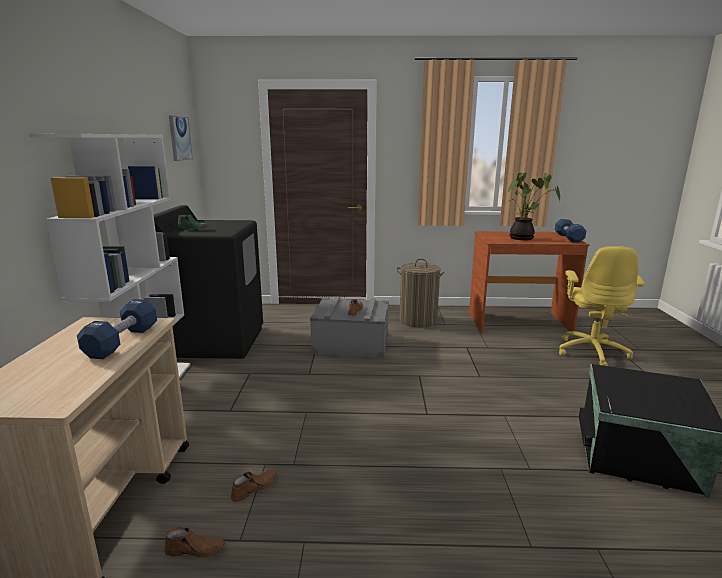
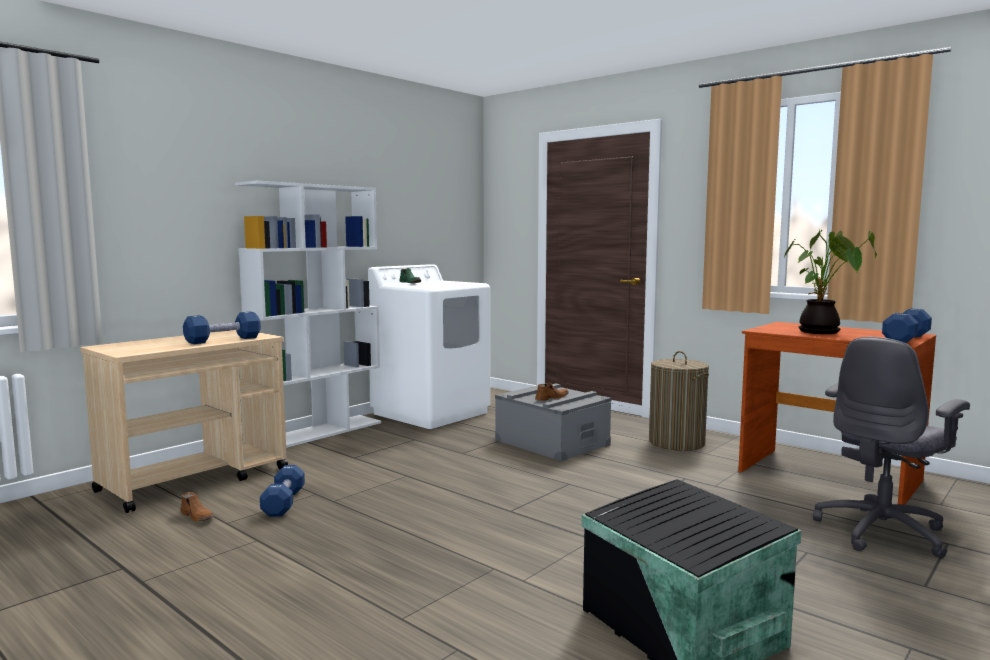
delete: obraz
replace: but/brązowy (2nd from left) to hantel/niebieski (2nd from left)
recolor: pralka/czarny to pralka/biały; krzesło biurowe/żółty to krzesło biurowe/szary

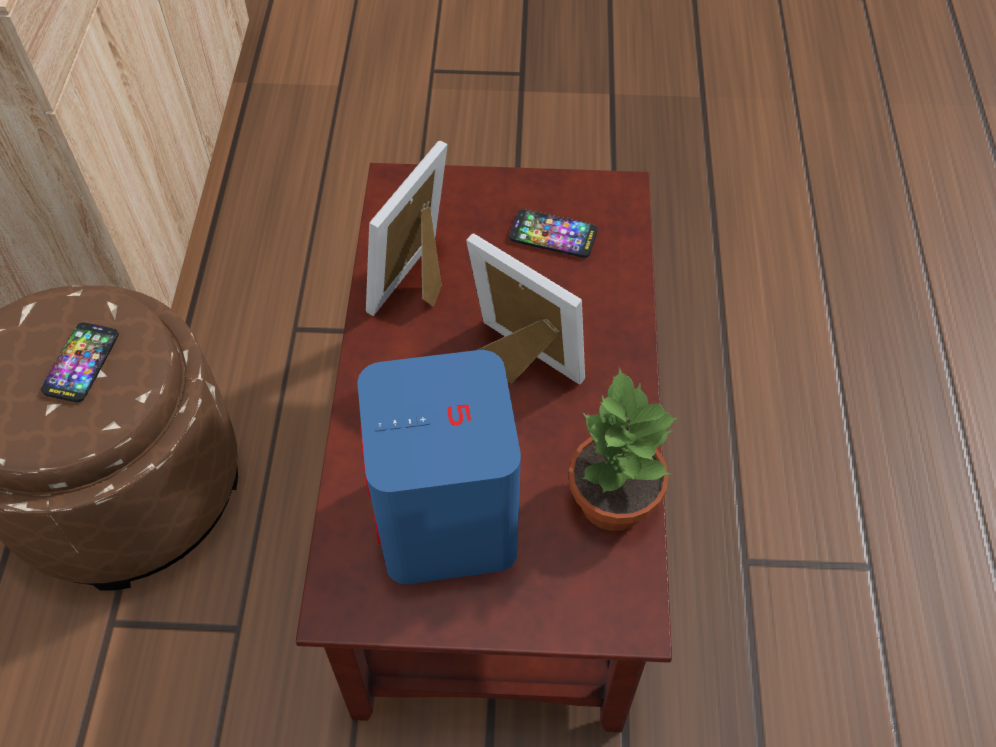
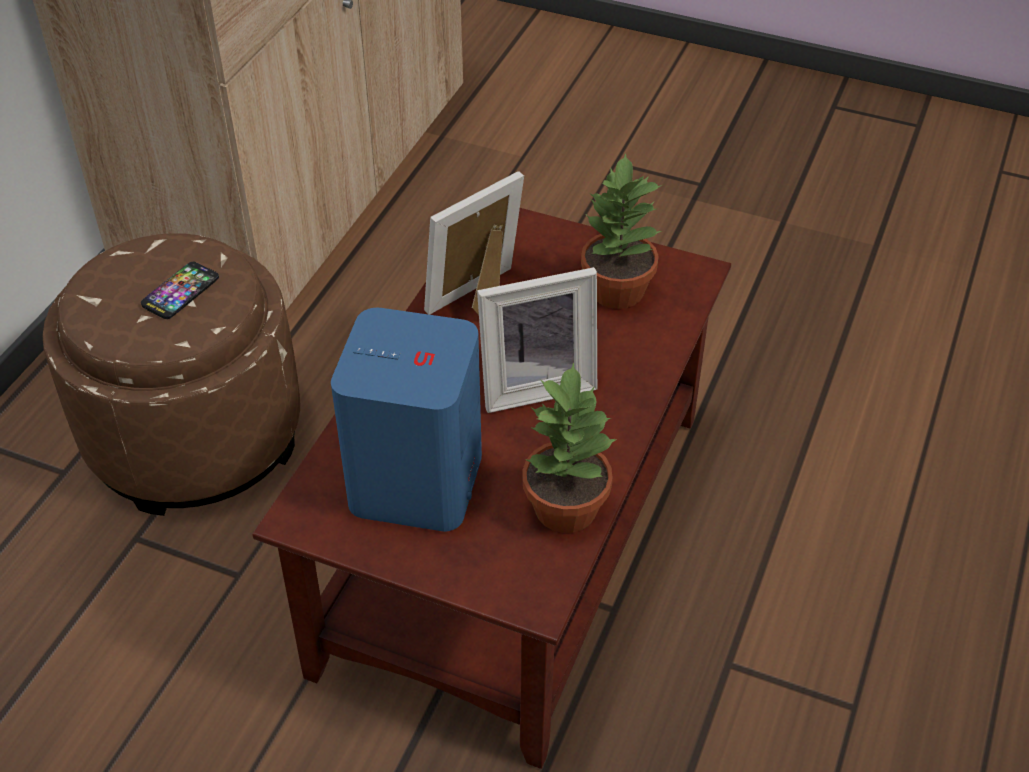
replace: telefon (2nd from left) to roślina doniczkowa (2nd from left)
rotate: ramka na zdjęcie (2nd from left) 105 degrees clockwise

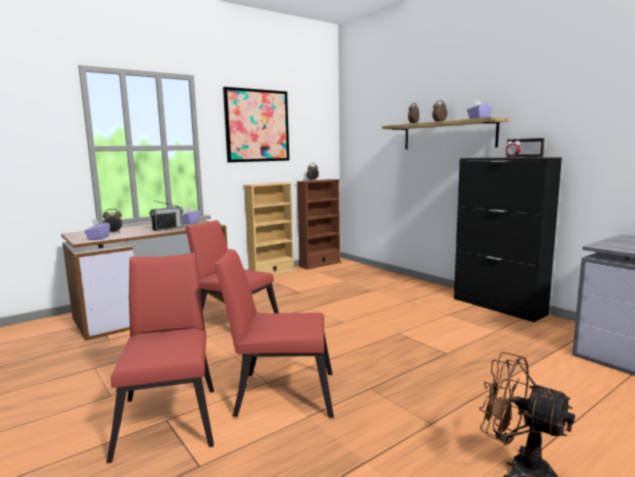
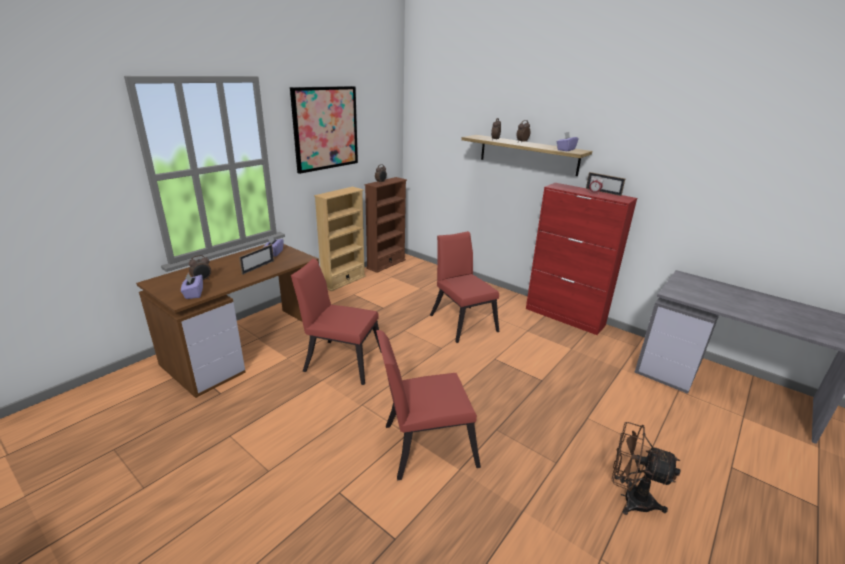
move: krzesło/czerwony (1st from left in the first image) to krzesło/czerwony (3rd from left)
replace: radio to ramka na zdjęcie (1st from left)
recolor: szafka/czarny to szafka/czerwony

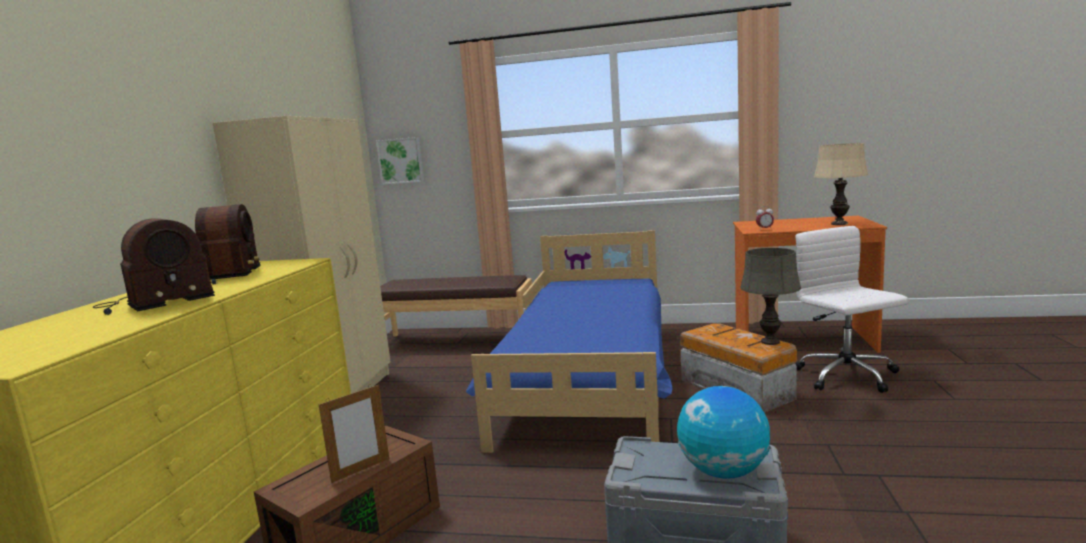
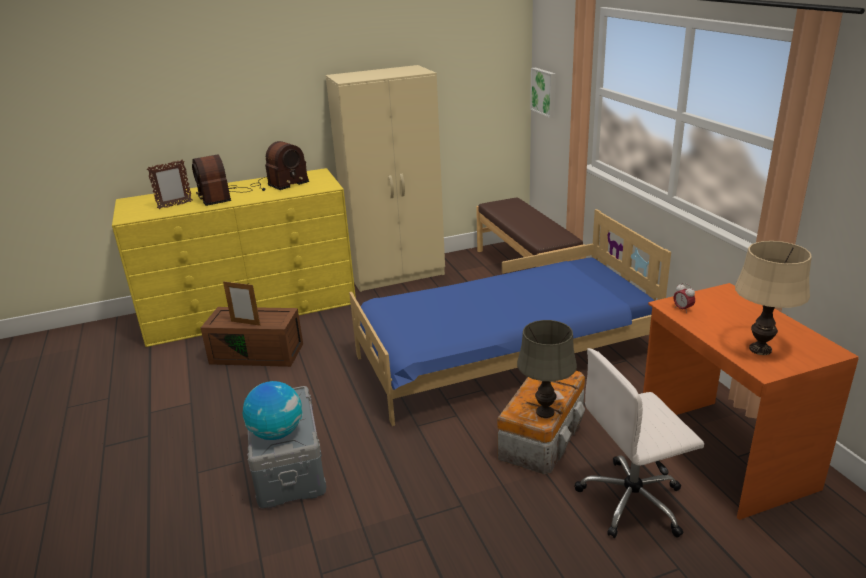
insert: ramka na zdjęcie (1st from left)
rotate: radio (1st from left) 45 degrees clockwise; krzesło biurowe/biały 150 degrees counterclockwise

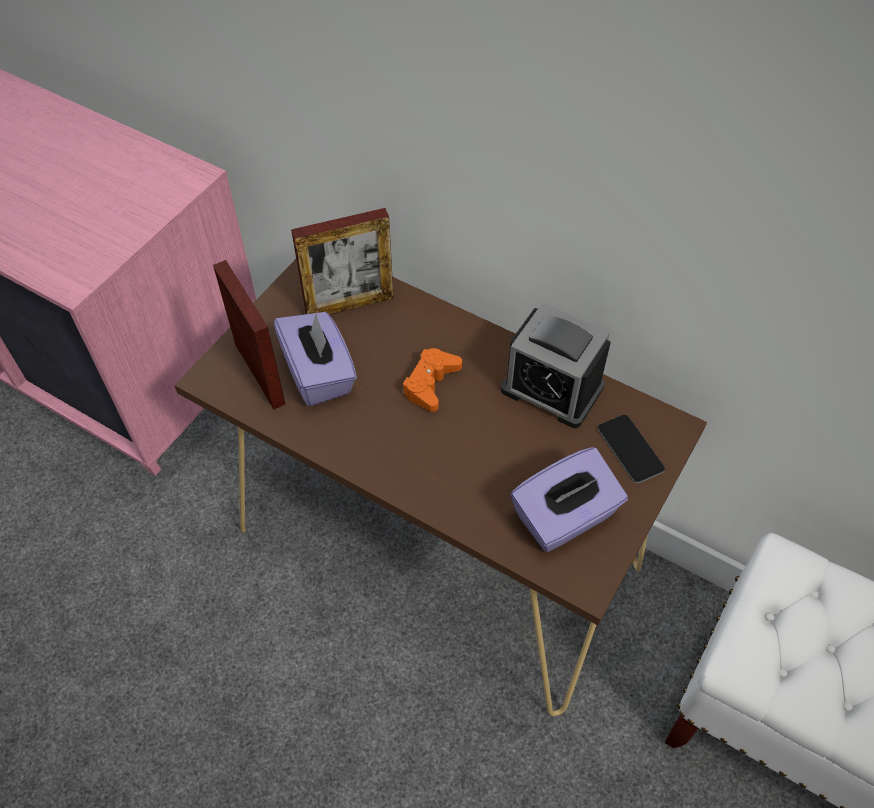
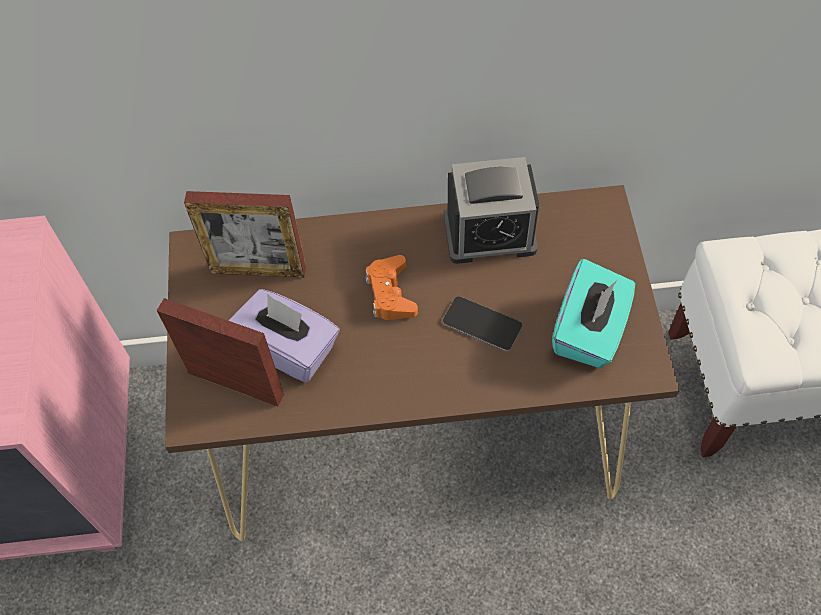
move: telefon
recolor: pudełko chusteczek/fioletowy (2nd from left) to pudełko chusteczek/turkusowy
rotate: ramka na zdjęcie (2nd from left) 60 degrees clockwise

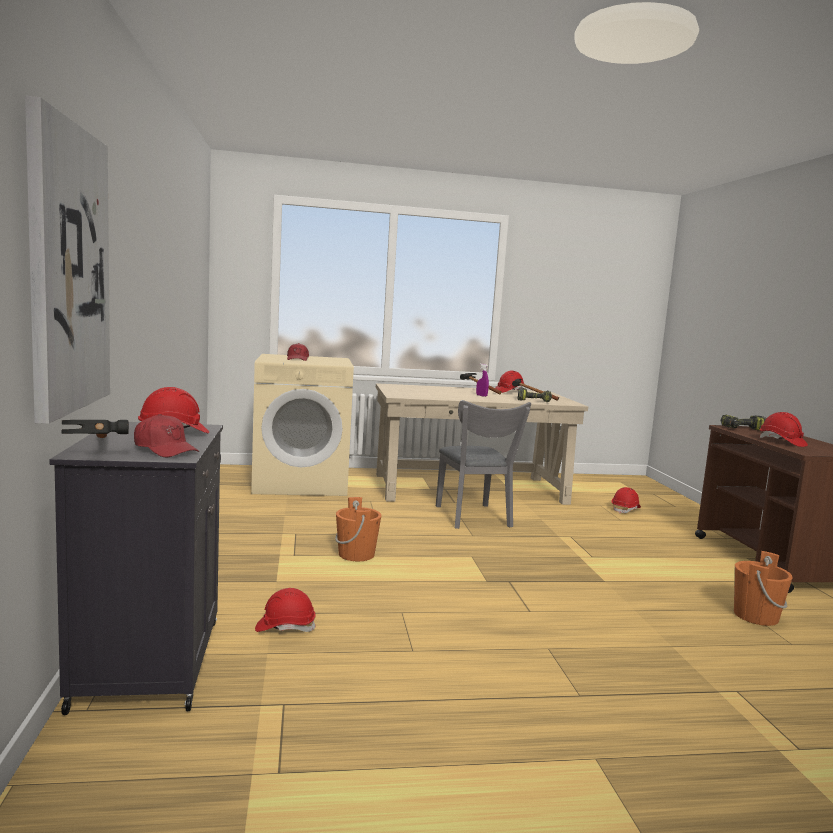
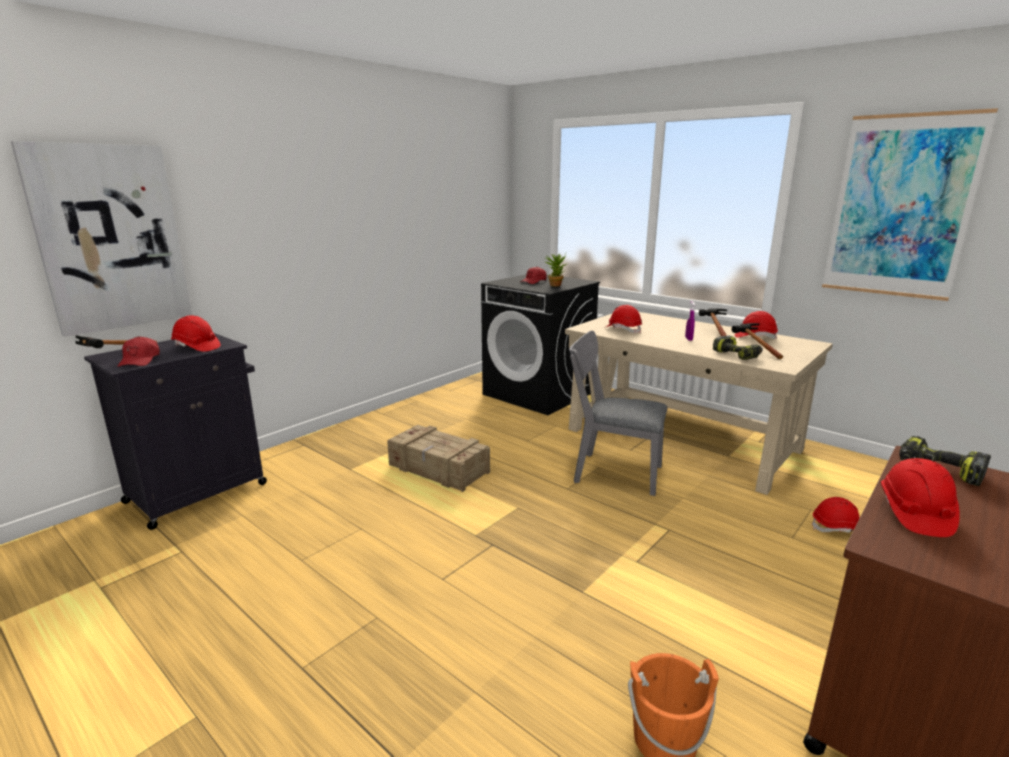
insert: roślina doniczkowa; obraz (2nd from left)
move: kask/czerwony (2nd from left)
replace: wiadro/pomarańczowy (1st from left) to skrzynka
recolor: pralka/beżowy to pralka/czarny
rotate: krzesło/szary 75 degrees clockwise

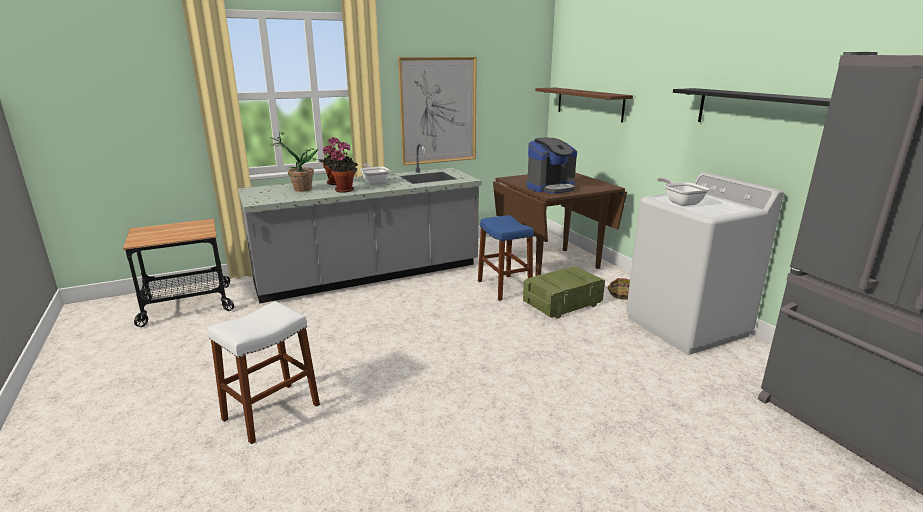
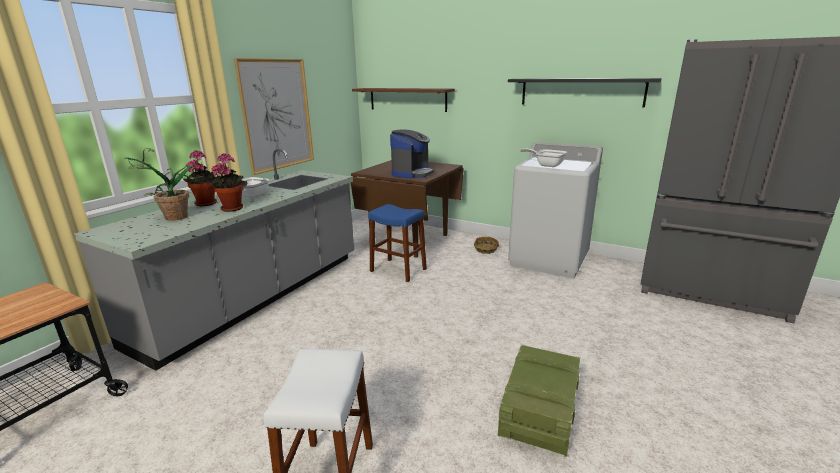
move: skrzynka

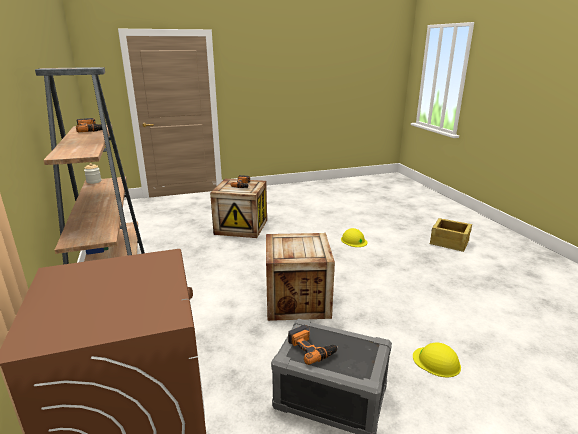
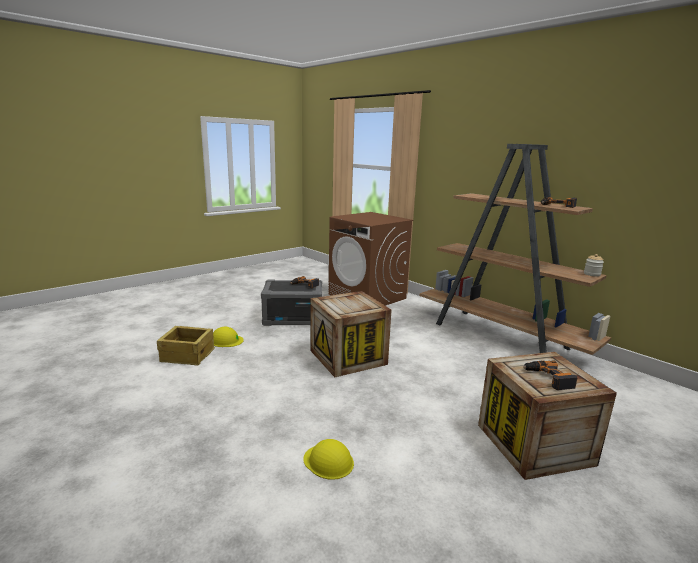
move: skrzynka (3rd from left in the first image) to skrzynka (1st from left)

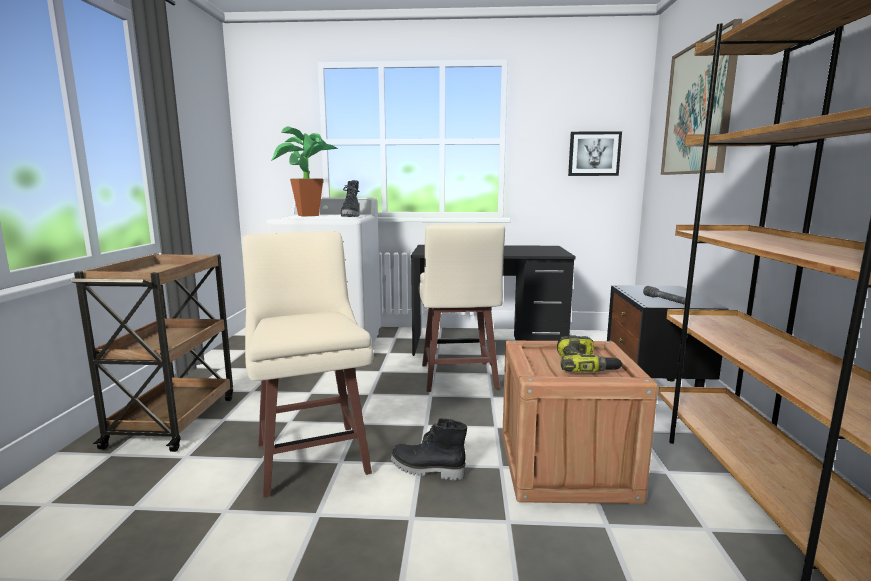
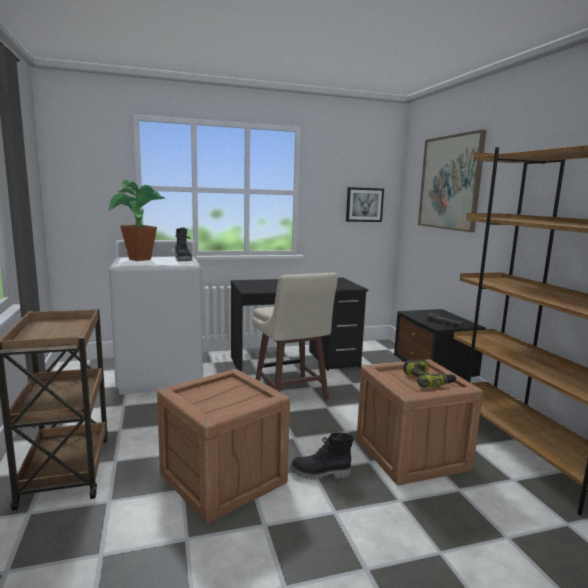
replace: stołek/beżowy (1st from left) to skrzynka (1st from left)

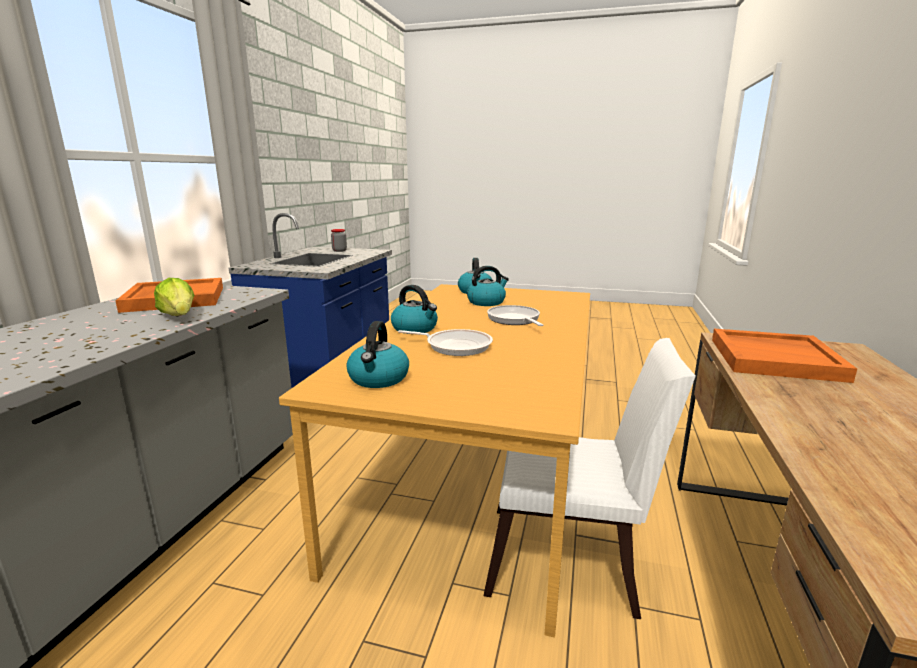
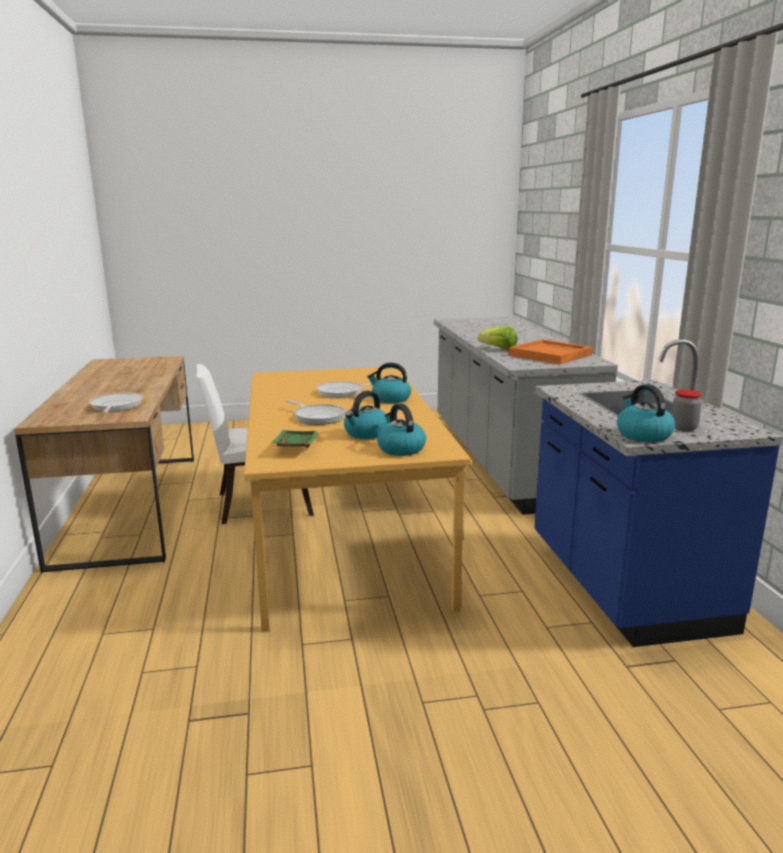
insert: taca/zielony
move: czajnik (1st from left in the first image) to czajnik (4th from left)
replace: taca/pomarańczowy (2nd from left) to patelnia (1st from left)

